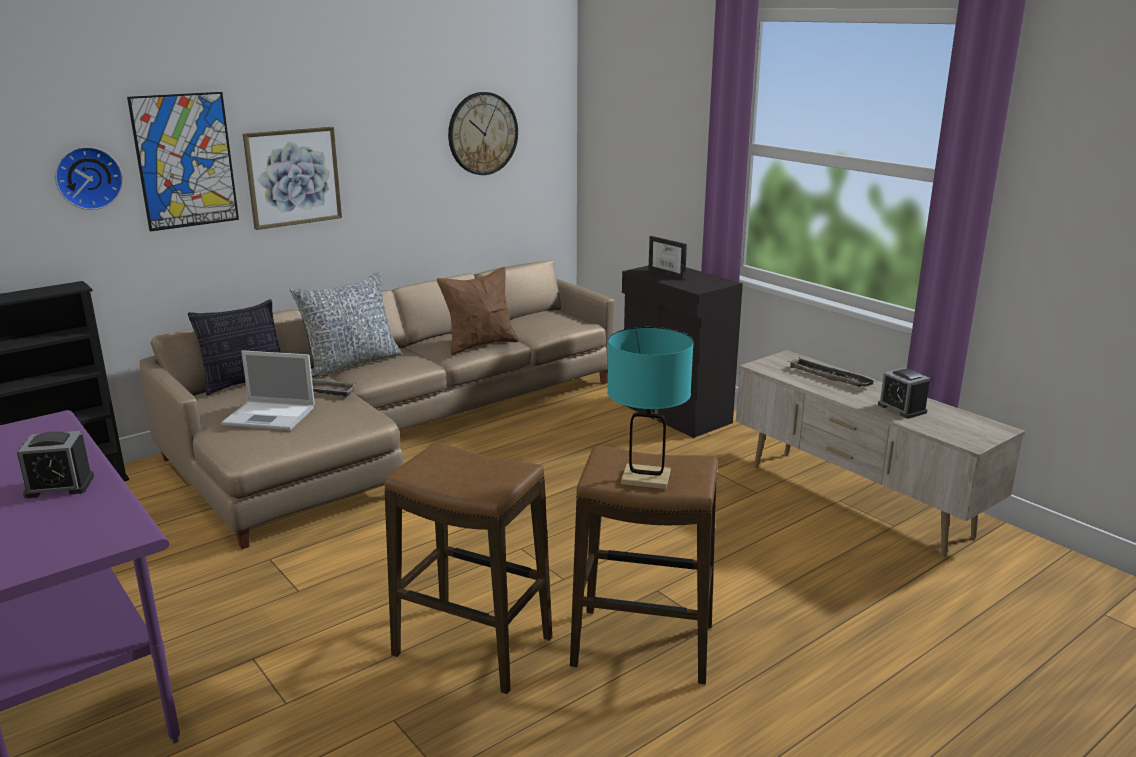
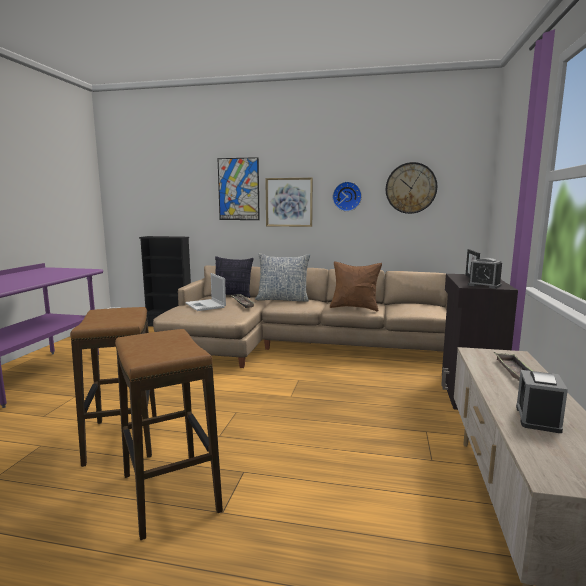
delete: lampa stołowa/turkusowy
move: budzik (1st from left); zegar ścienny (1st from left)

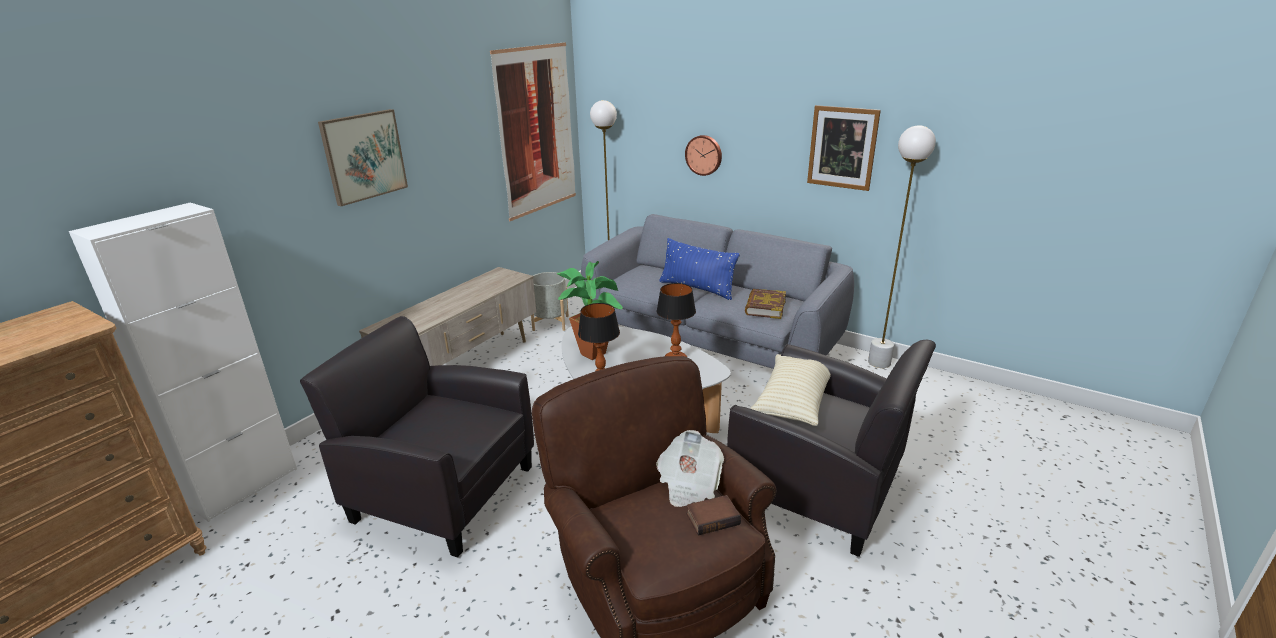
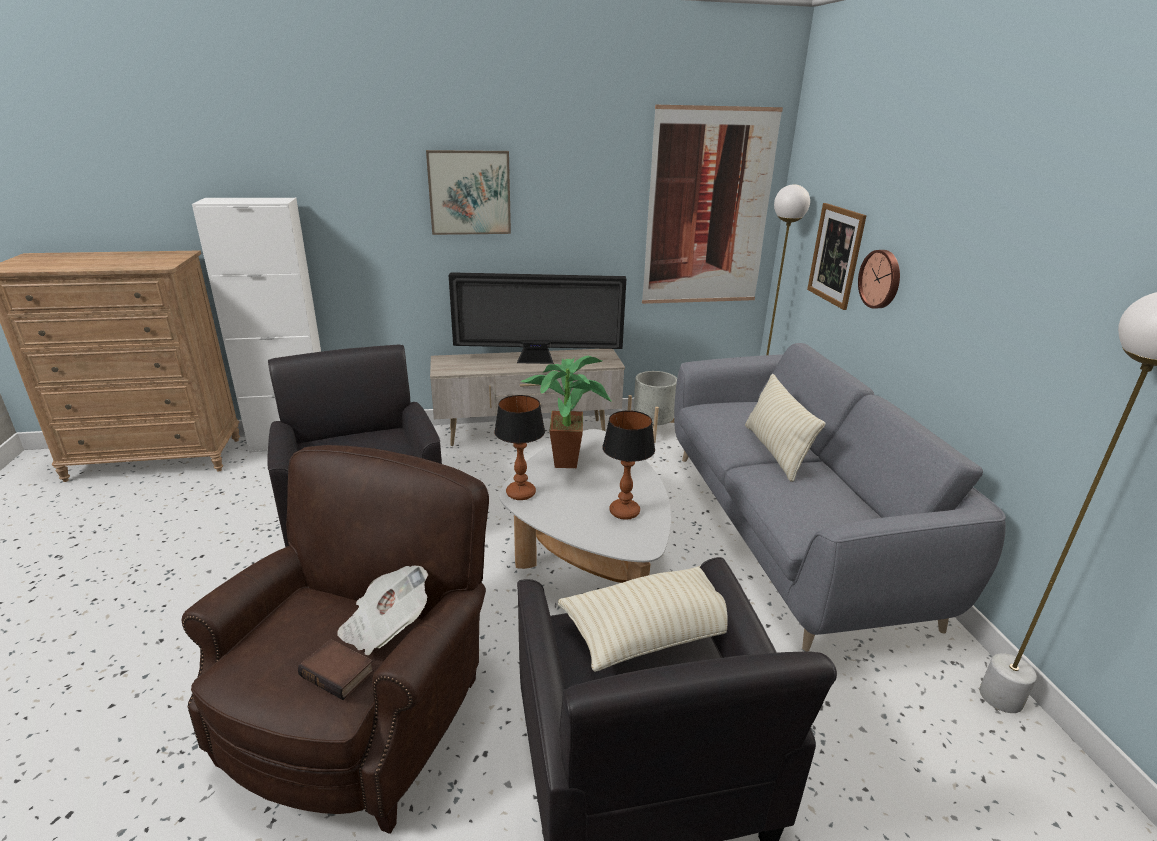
delete: książka (2nd from left)
insert: telewizor
move: obraz (3rd from left)
recolor: poduszka/niebieski to poduszka/beżowy (2nd from left)

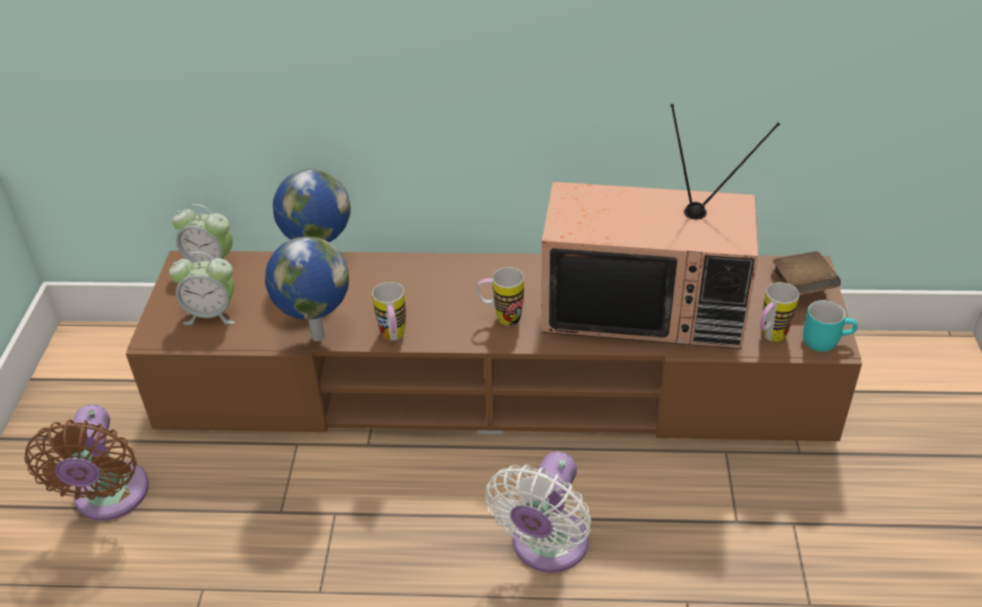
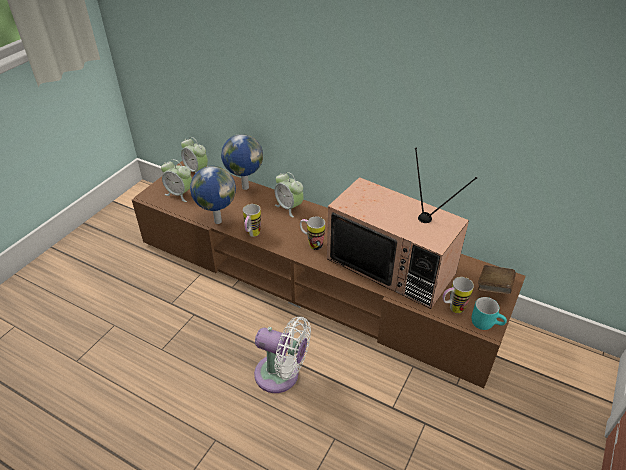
delete: wentylator/brązowy
insert: budzik (3rd from left)
rotate: wentylator/biały 120 degrees counterclockwise

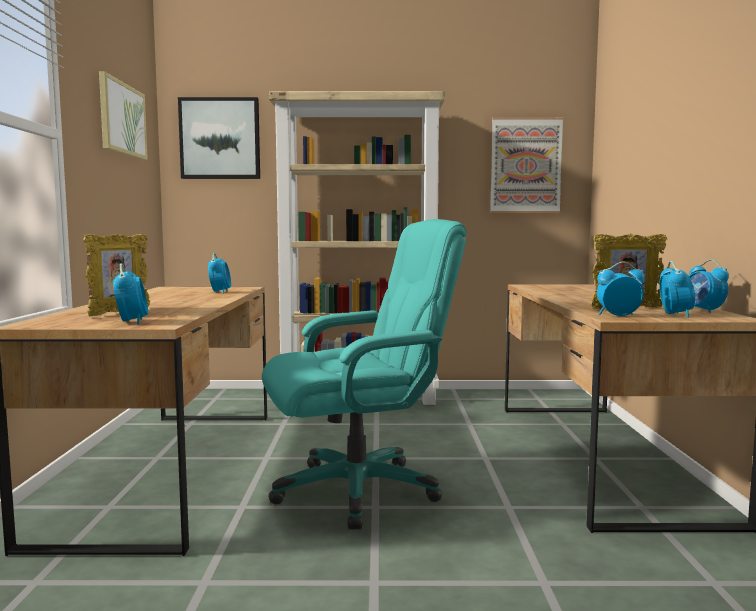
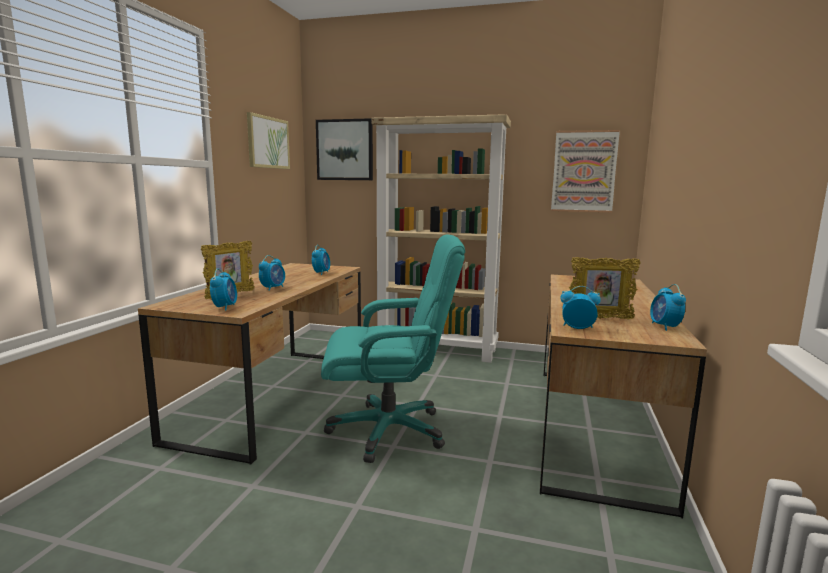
move: budzik (4th from left in the first image) to budzik (2nd from left)

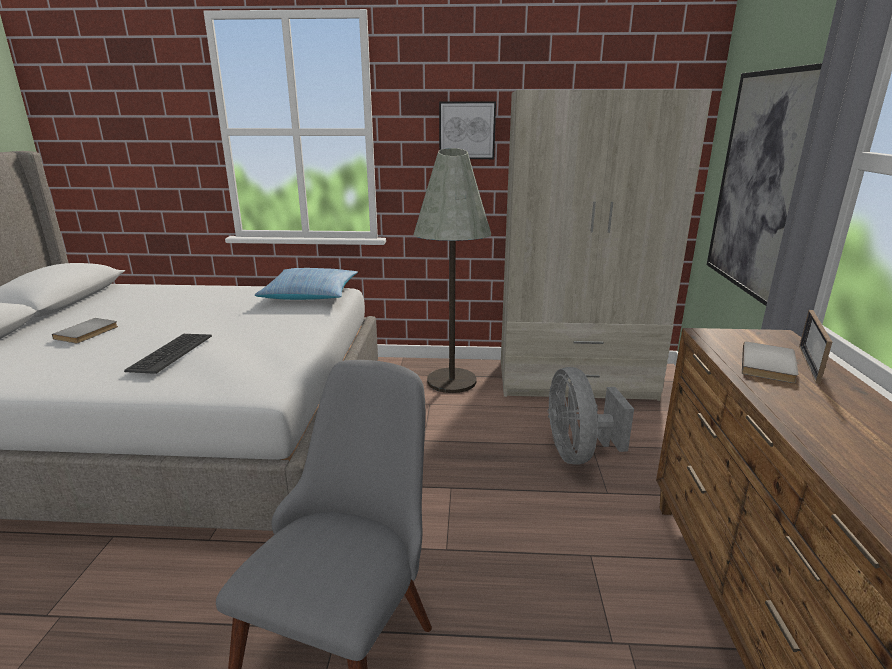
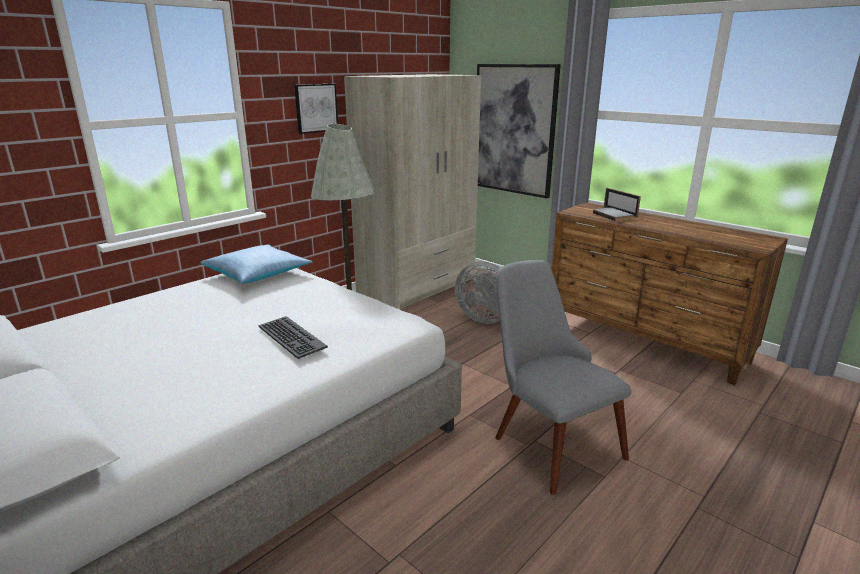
delete: książka/szary (1st from left)

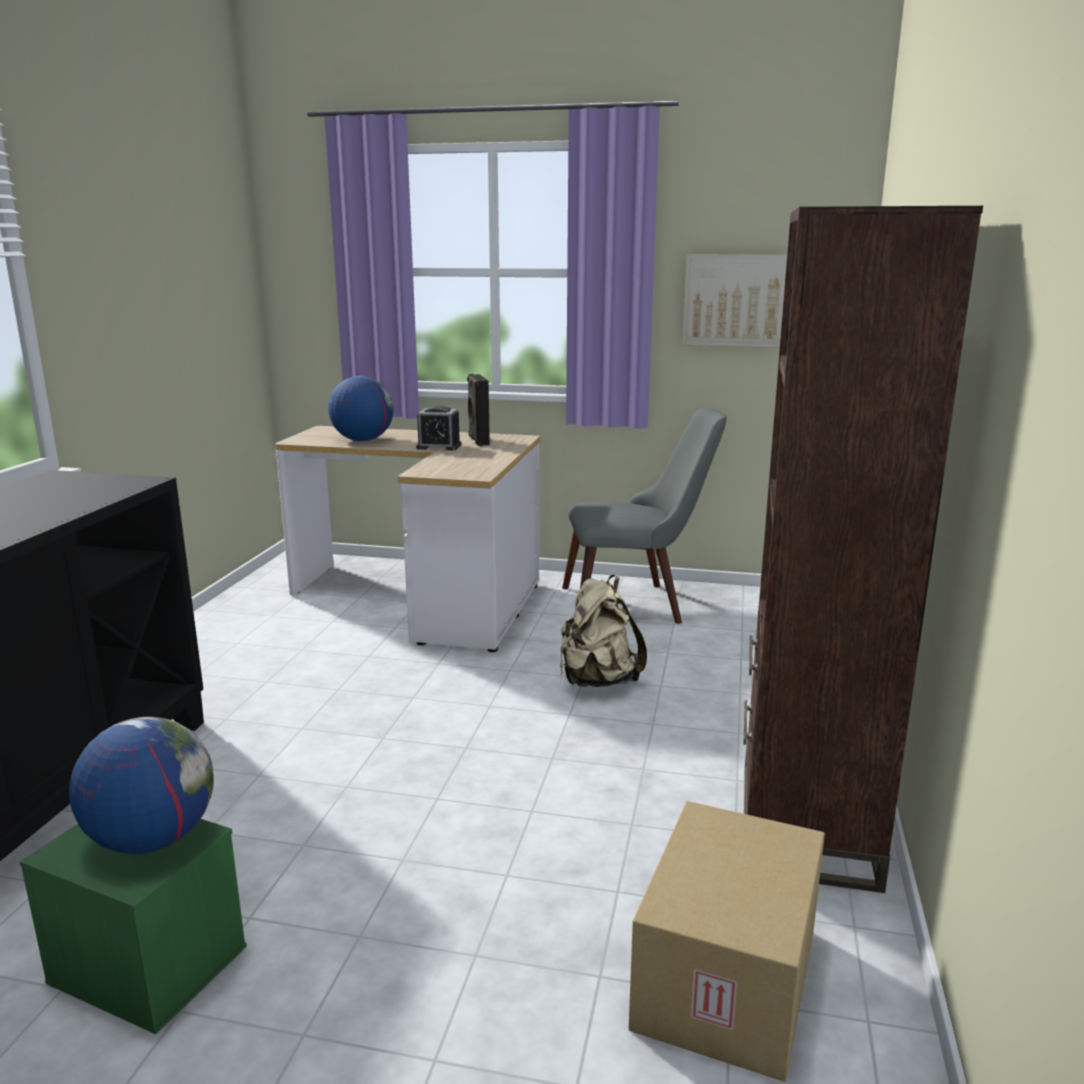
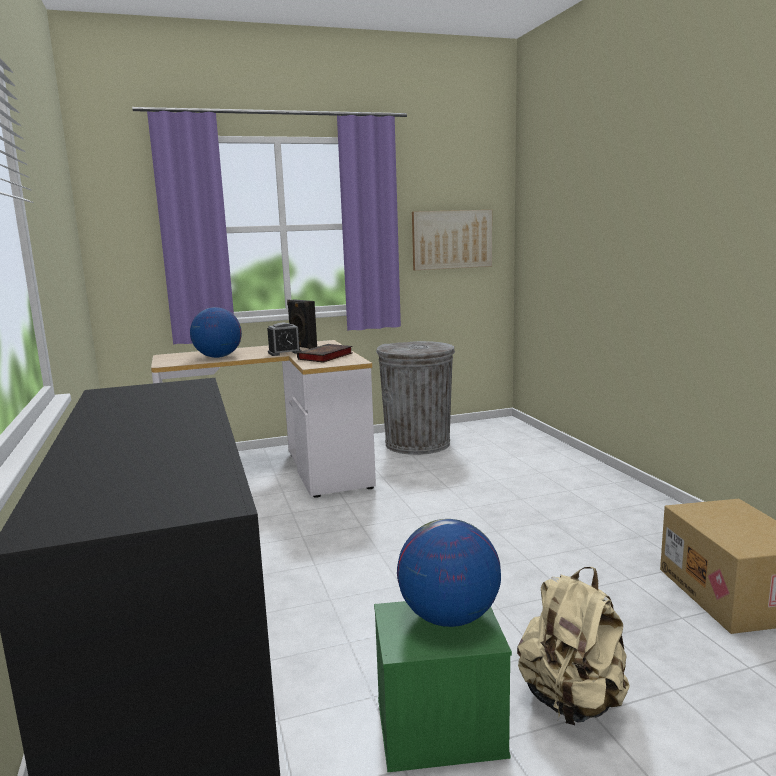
delete: regał/brązowy
insert: książka
move: plecak/beżowy
replace: krzesło/szary to kosz na śmieci/szary

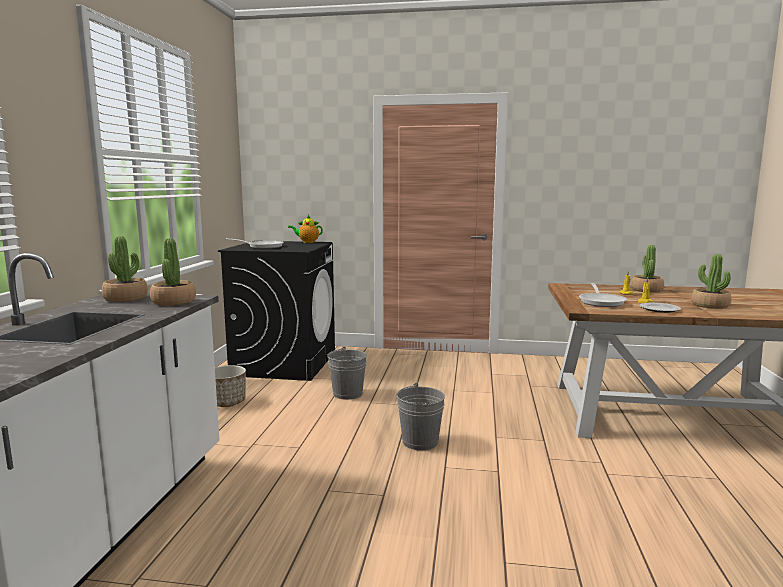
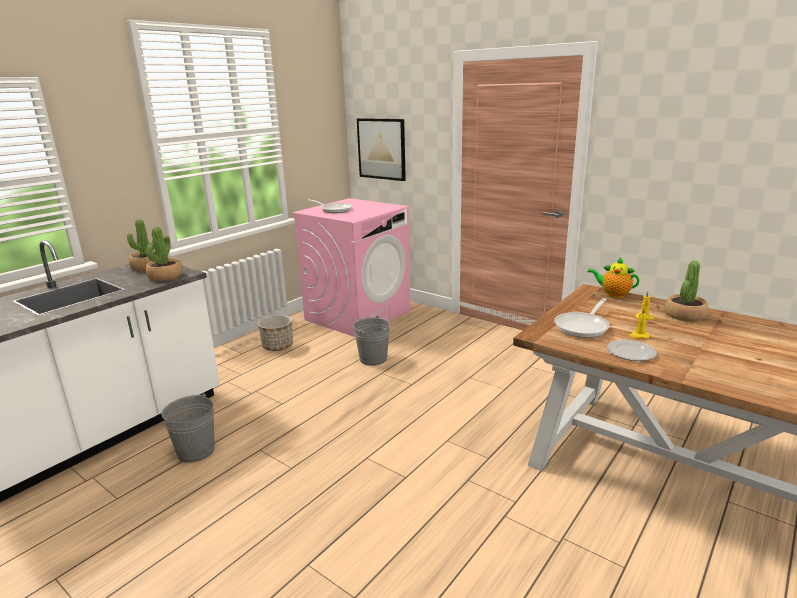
delete: roślina doniczkowa (4th from left)
insert: obraz
move: imbryk; wiadro/szary (2nd from left in the first image) to wiadro/szary (1st from left)
recolor: pralka/czarny to pralka/różowy

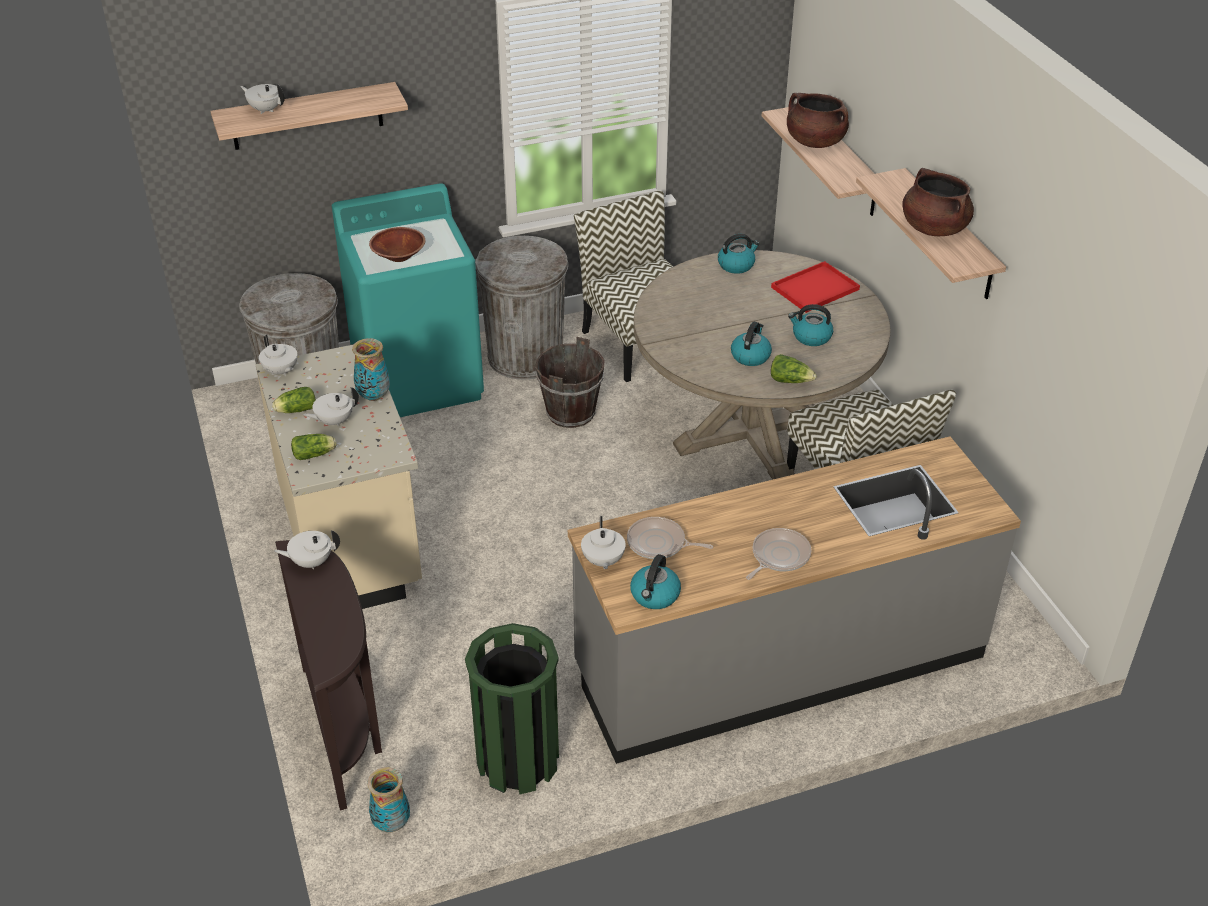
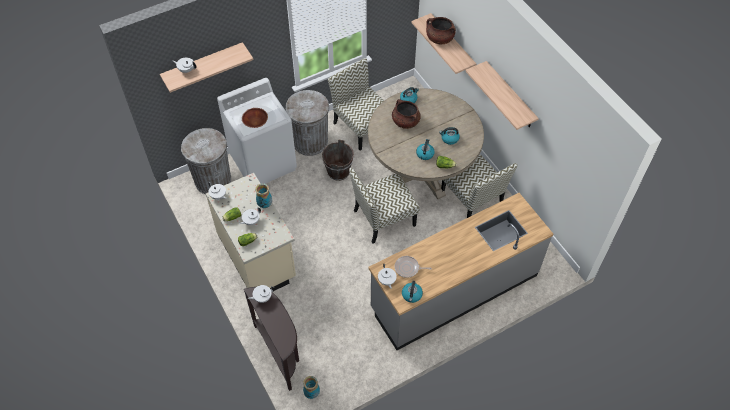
delete: kosz na śmieci/zielony; patelnia (2nd from left); taca/czerwony
insert: krzesło (2nd from left)
move: garnek/brązowy (2nd from left in the first image) to garnek/brązowy (1st from left)
recolor: pralka/turkusowy to pralka/biały

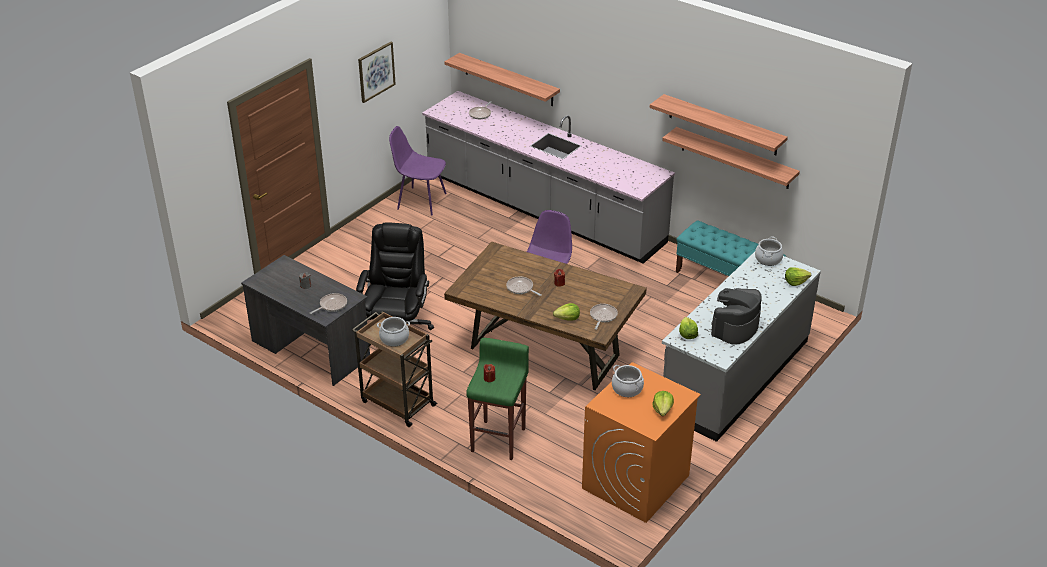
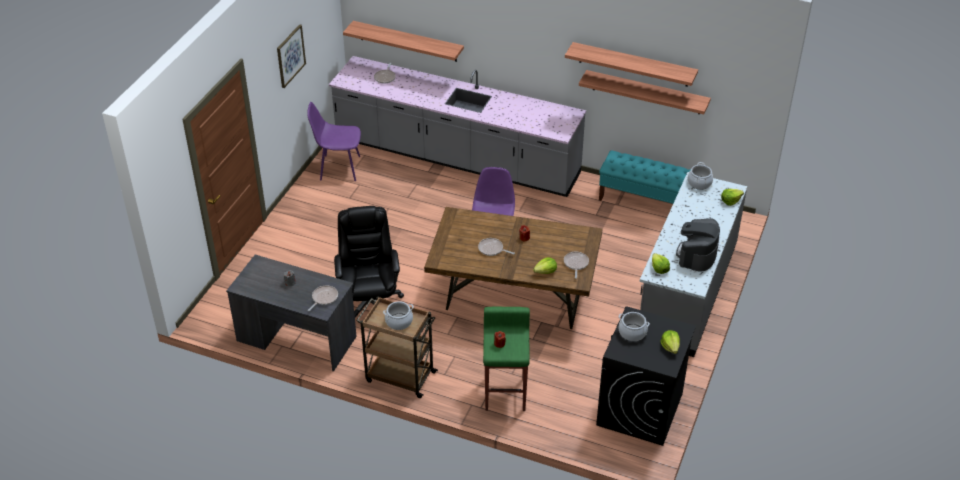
recolor: pralka/pomarańczowy to pralka/czarny

